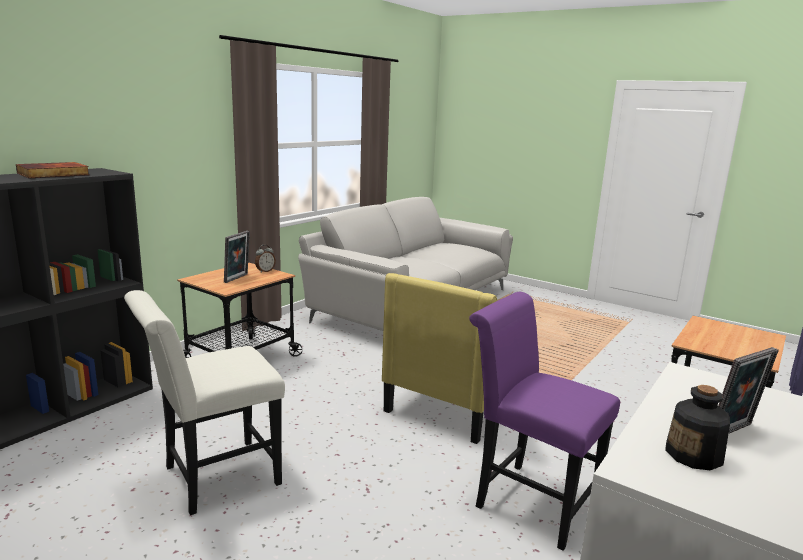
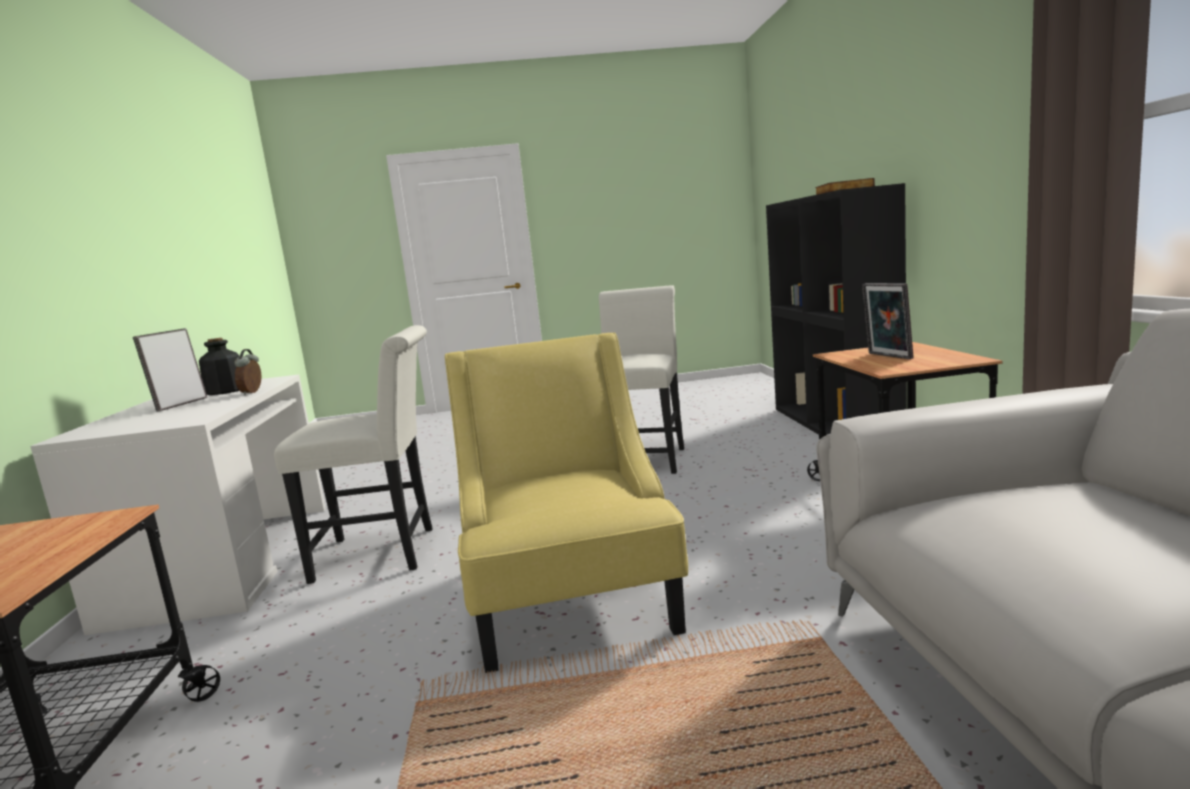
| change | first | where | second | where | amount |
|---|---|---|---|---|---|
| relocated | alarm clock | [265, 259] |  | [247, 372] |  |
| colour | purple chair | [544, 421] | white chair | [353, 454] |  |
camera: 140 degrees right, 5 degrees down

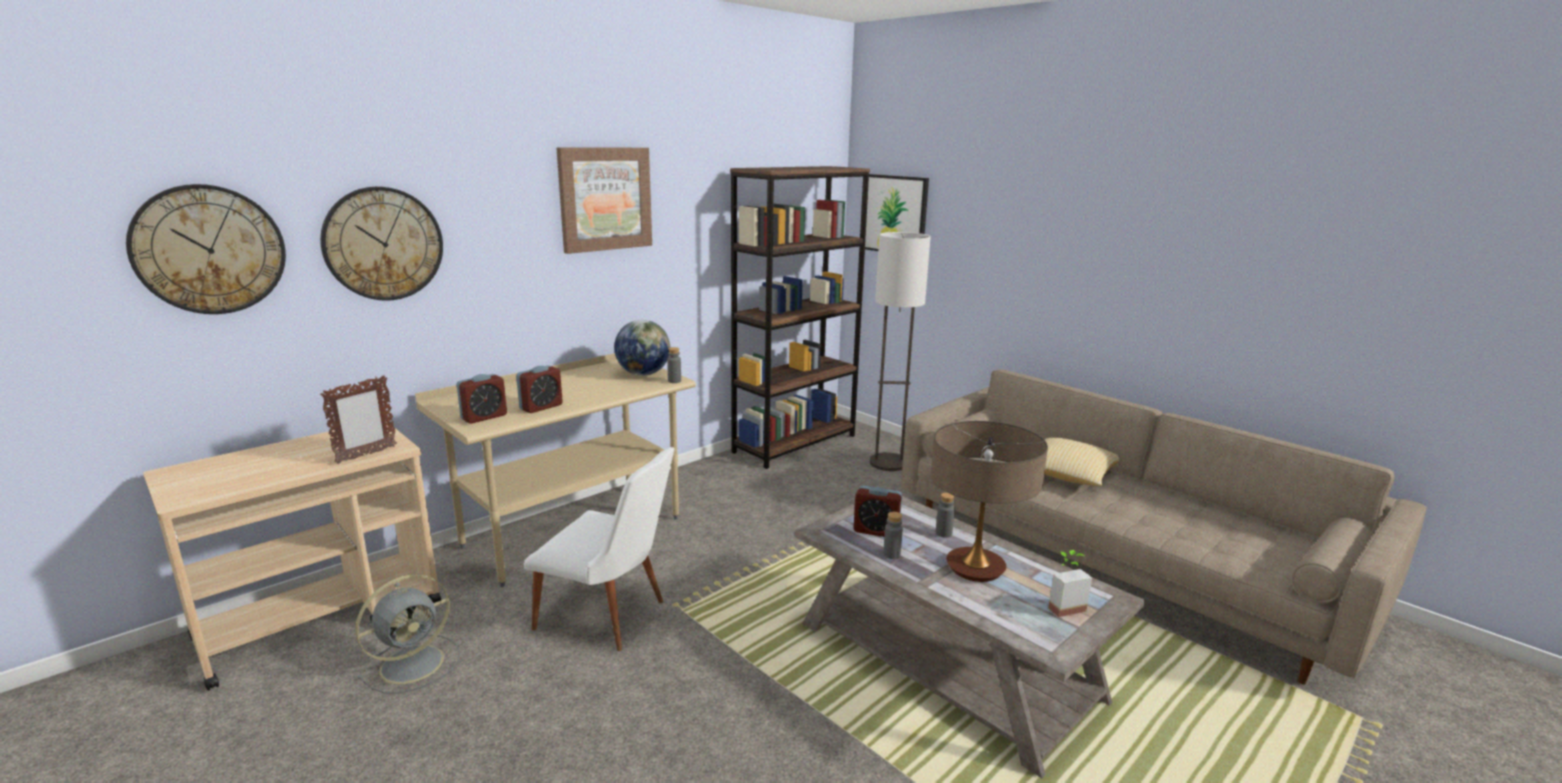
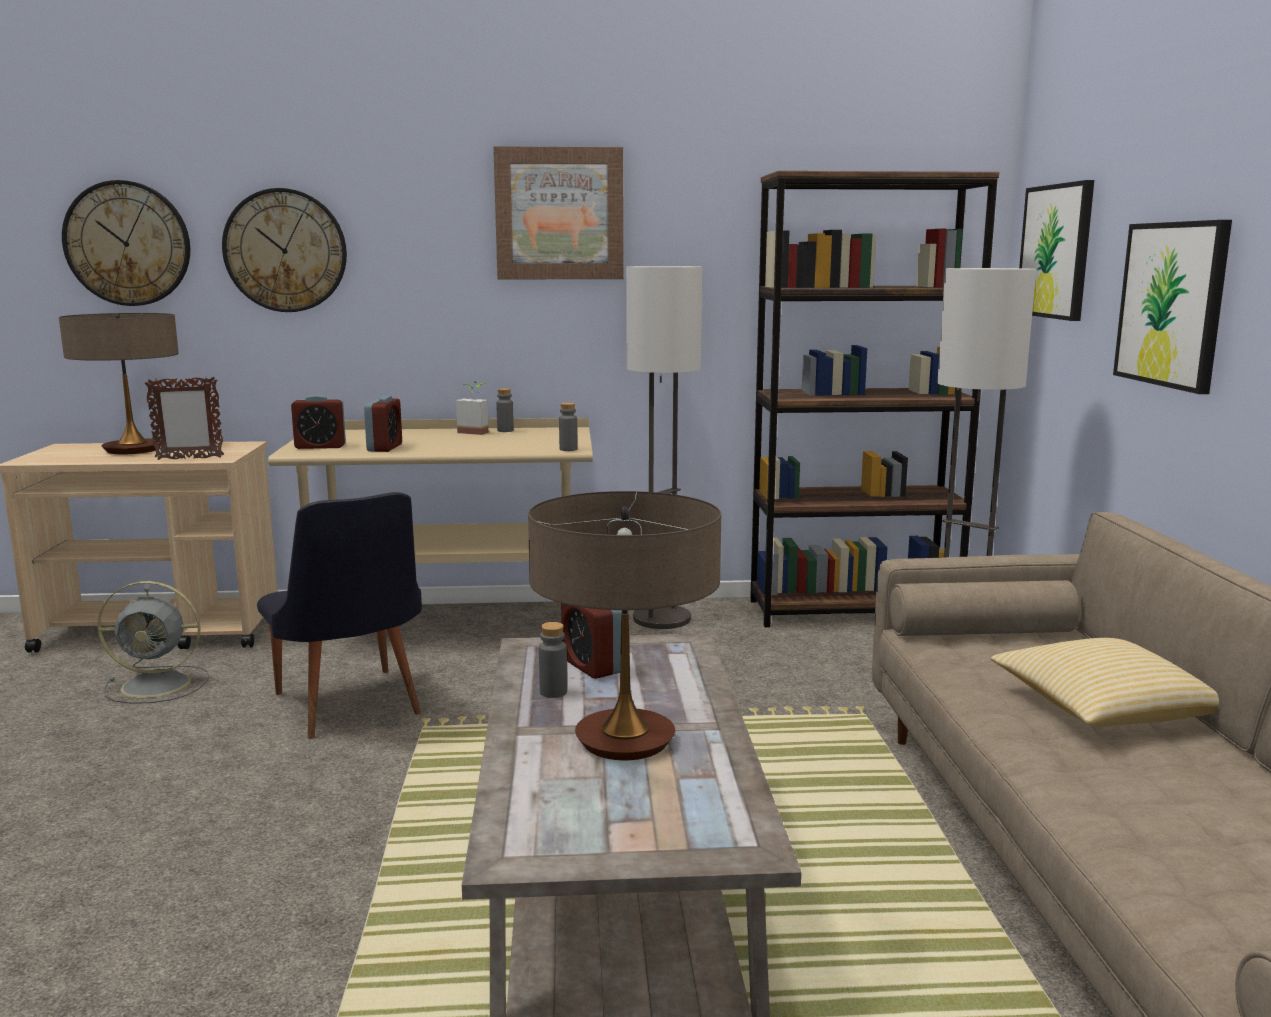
| change | first | where | second | where | amount |
|---|---|---|---|---|---|
| missing | globe | [642, 348] |  |  |  |
| spun | alarm clock | [539, 389] |  | [383, 424] | 75 degrees counterclockwise |
| colour | white chair | [599, 549] | black chair | [339, 615] |  |
| relocated | grey bottle | [945, 515] |  | [505, 410] |  |
| relocated | potted plant | [1070, 583] |  | [472, 408] |  |
| appeared |  |  | picture | [1172, 307] |  |
| appeared |  |  | floor lamp | [664, 447] |  |
| appeared |  |  | table lamp | [119, 383] |  |
camera: 40 degrees right, 5 degrees down

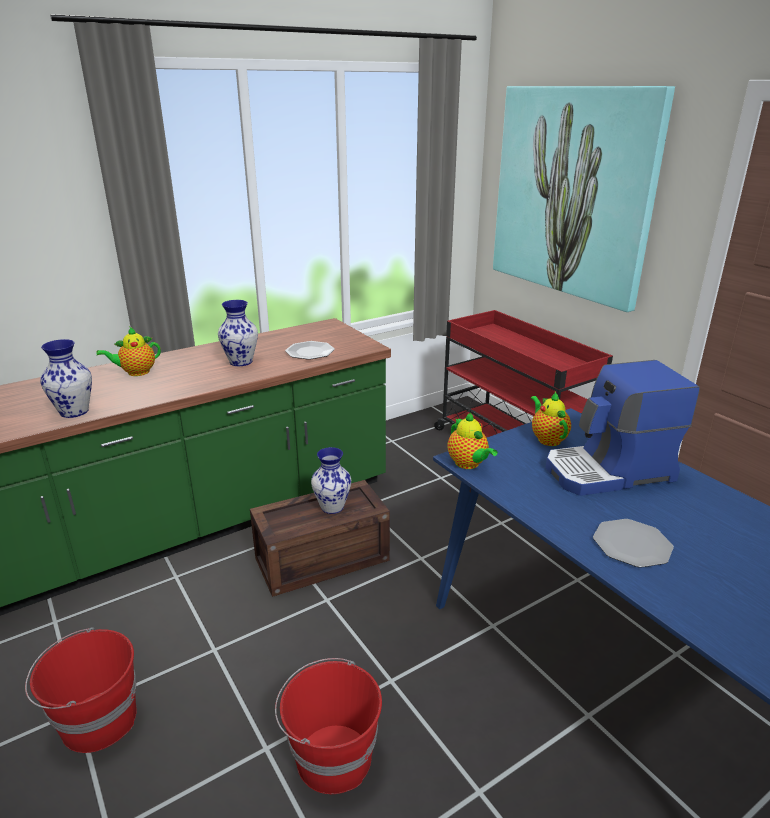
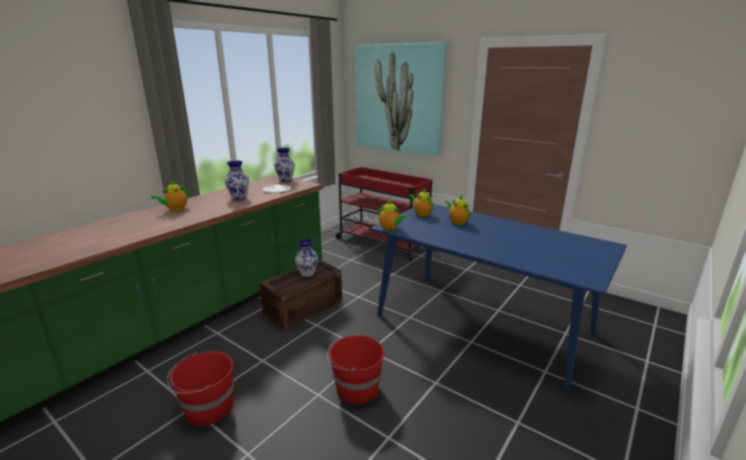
| change | first | where | second | where | amount |
|---|---|---|---|---|---|
| relocated | vase | [66, 378] |  | [284, 165] |  |
| exchanged | coffee machine | [623, 428] | teapot | [458, 210] |  |
| missing | plate | [633, 543] |  |  |  |
camera: 20 degrees left, 5 degrees down

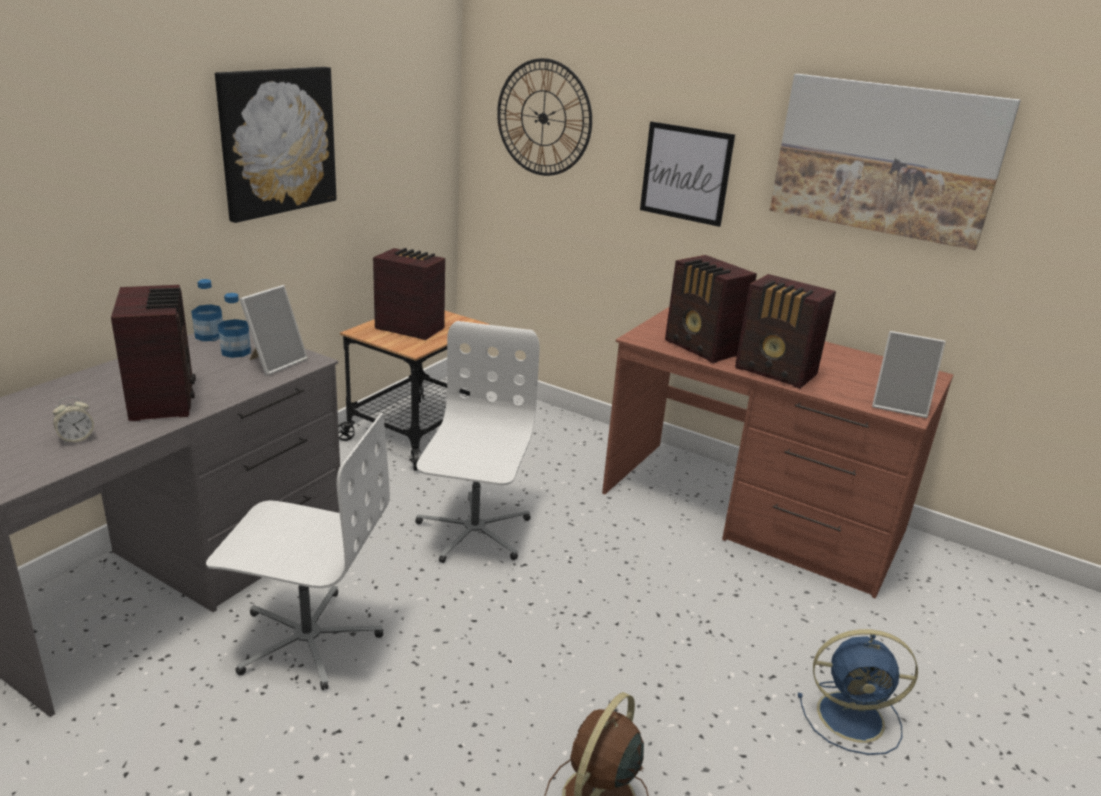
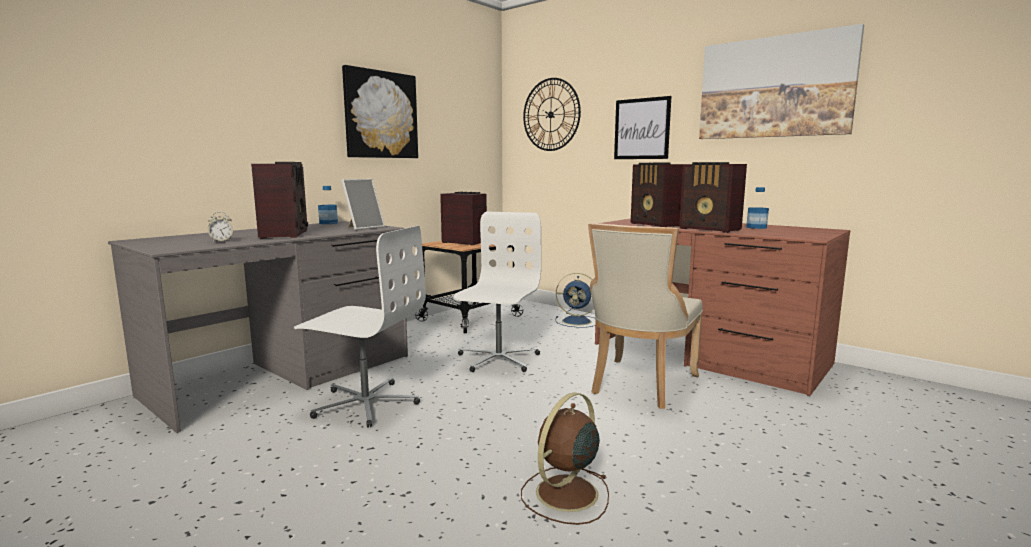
| change | first | where | second | where | amount |
|---|---|---|---|---|---|
| relocated | bottle | [234, 325] |  | [757, 208] |  |
| missing | picture frame | [909, 374] |  |  |  |
| relocated | blue fan | [858, 692] |  | [575, 300] |  |
| appeared |  |  | beige chair | [645, 316] |  |
camera: 10 degrees right, 15 degrees down

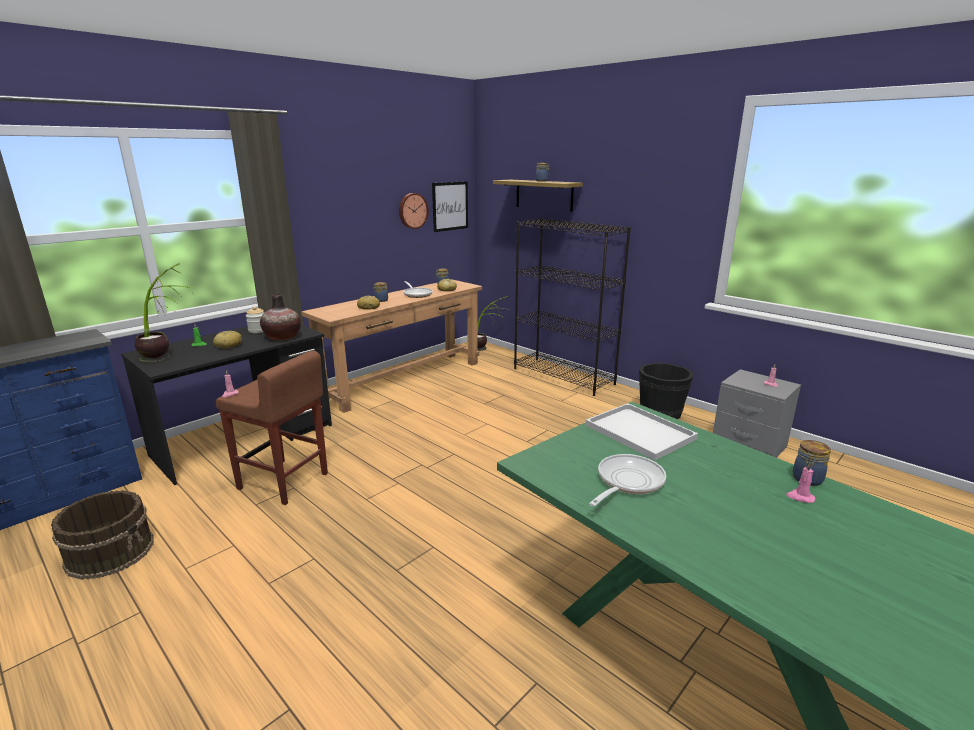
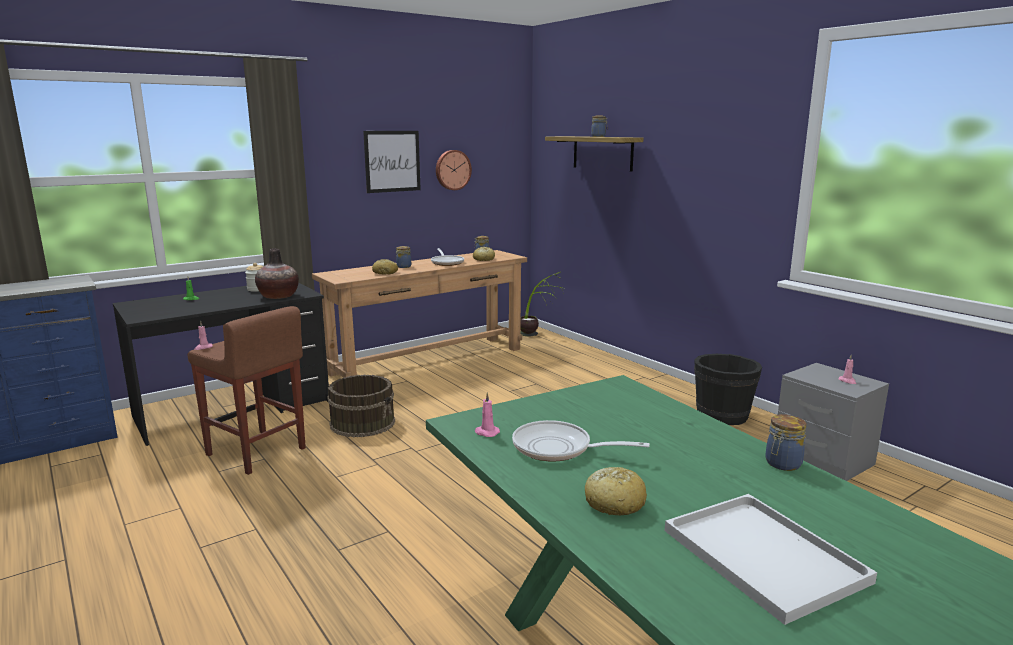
| change | first | where | second | where | amount |
|---|---|---|---|---|---|
| relocated | picture | [450, 206] |  | [392, 162] |  |
| missing | black bookcase | [572, 307] |  |  |  |
| missing | potted plant | [164, 313] |  |  |  |
| relocated | bread | [227, 339] |  | [616, 491] |  |
| relocated | white tray | [641, 431] |  | [771, 559] |  |
| spun | frying pan | [627, 480] |  | [581, 440] | 120 degrees counterclockwise |
| relocated | pink candle | [800, 483] |  | [487, 414] |  |
| relocated | brown bucket | [102, 535] |  | [361, 406] |  |
camera: 10 degrees right, 5 degrees down

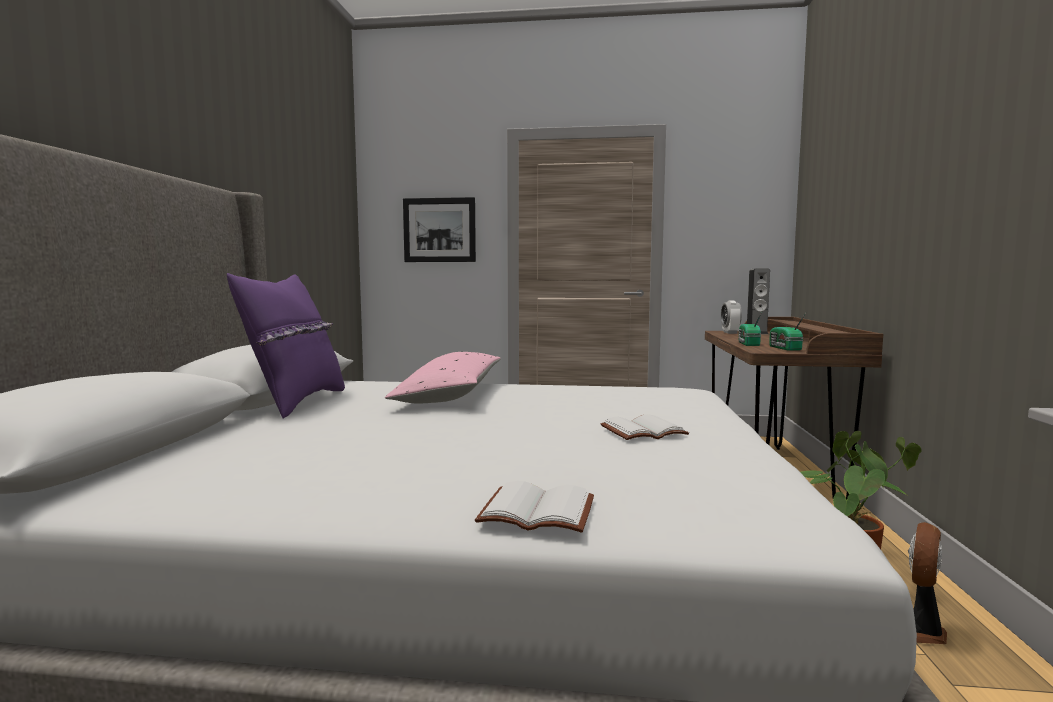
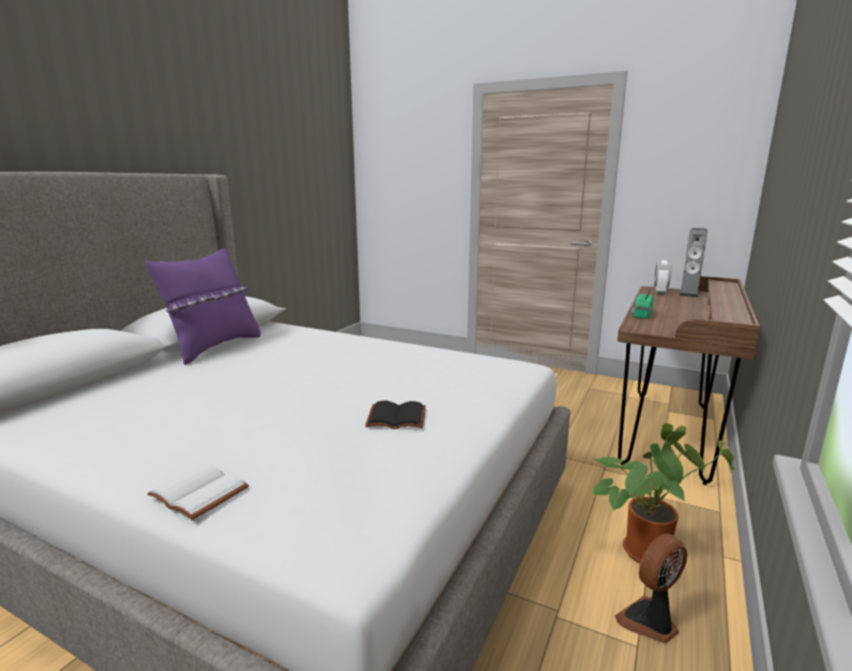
| change | first | where | second | where | amount |
|---|---|---|---|---|---|
| missing | picture | [439, 229] |  |  |  |
| missing | radio | [788, 331] |  |  |  |
| missing | pink pillow | [443, 378] |  |  |  |
| colour | white book | [645, 427] | black book | [395, 415] |  |
camera: 20 degrees right, 10 degrees up

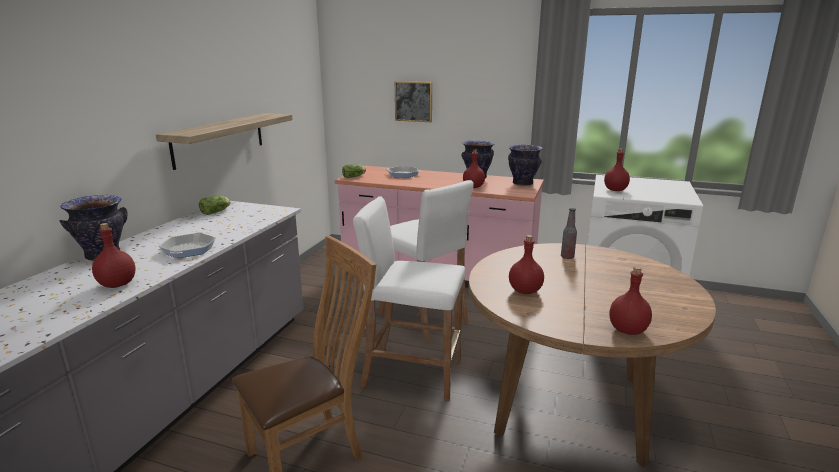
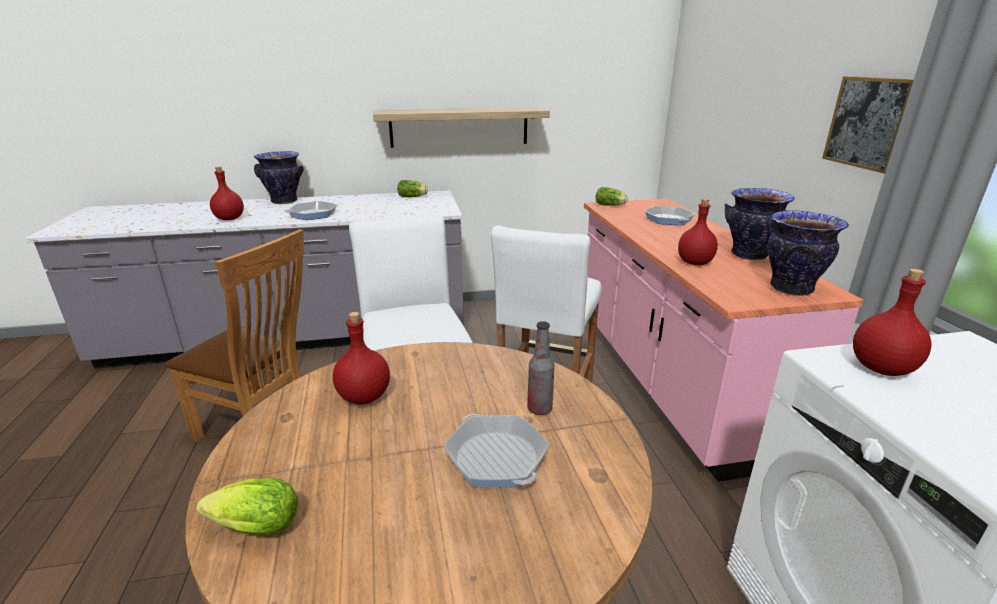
| change | first | where | second | where | amount |
|---|---|---|---|---|---|
| relocated | picture | [413, 101] |  | [868, 125] |  |
| exchanged | red bottle | [630, 300] | lettuce | [247, 506] |  |
| appeared |  |  | frying pan | [496, 451] |  |
camera: 60 degrees right, 5 degrees up

